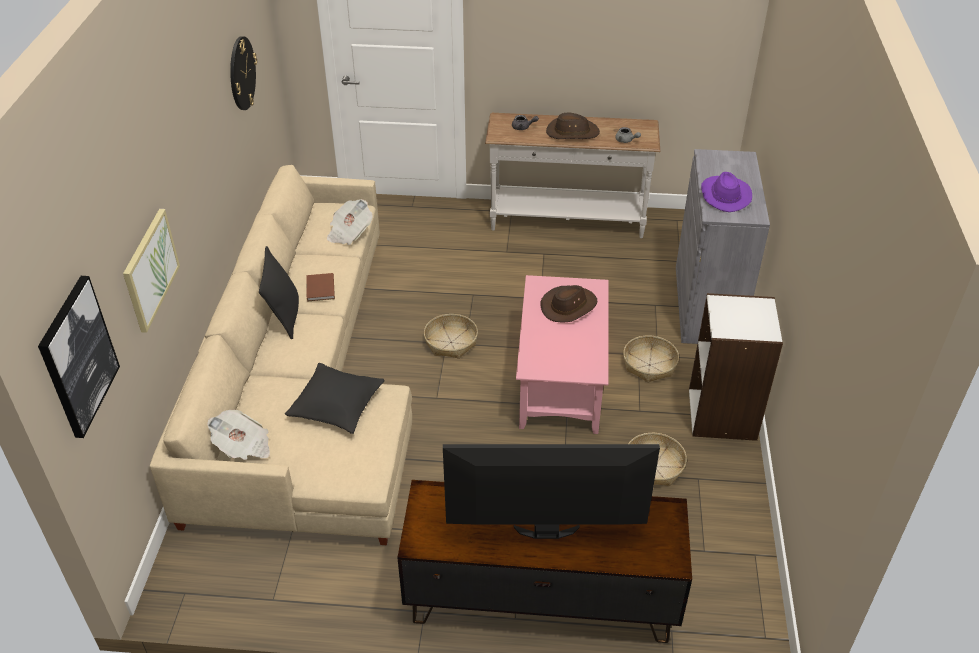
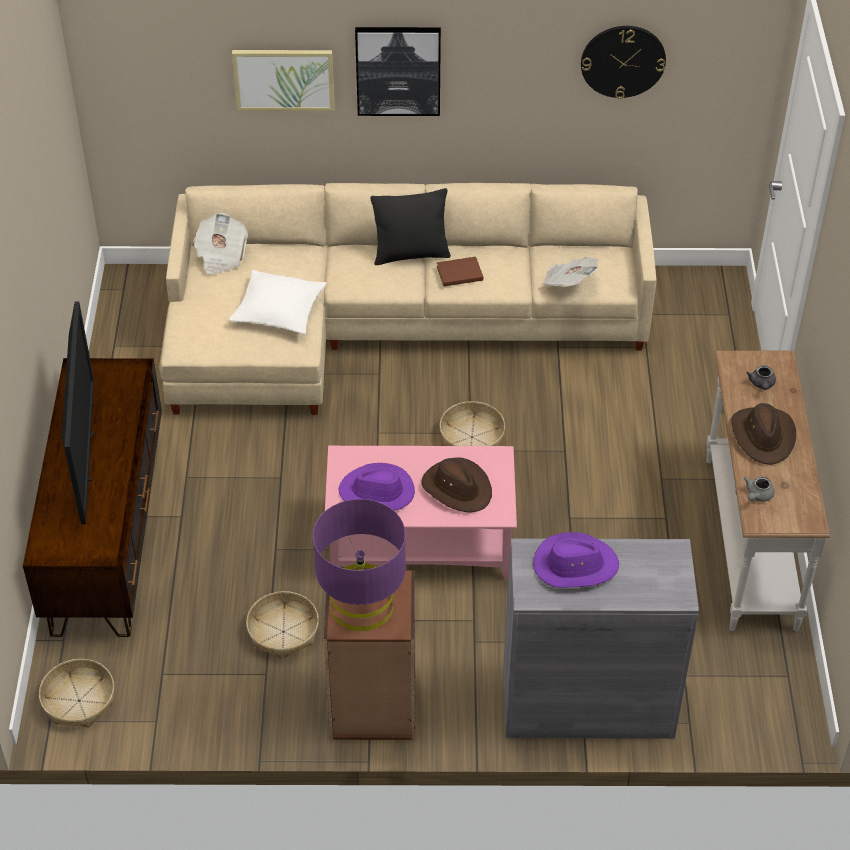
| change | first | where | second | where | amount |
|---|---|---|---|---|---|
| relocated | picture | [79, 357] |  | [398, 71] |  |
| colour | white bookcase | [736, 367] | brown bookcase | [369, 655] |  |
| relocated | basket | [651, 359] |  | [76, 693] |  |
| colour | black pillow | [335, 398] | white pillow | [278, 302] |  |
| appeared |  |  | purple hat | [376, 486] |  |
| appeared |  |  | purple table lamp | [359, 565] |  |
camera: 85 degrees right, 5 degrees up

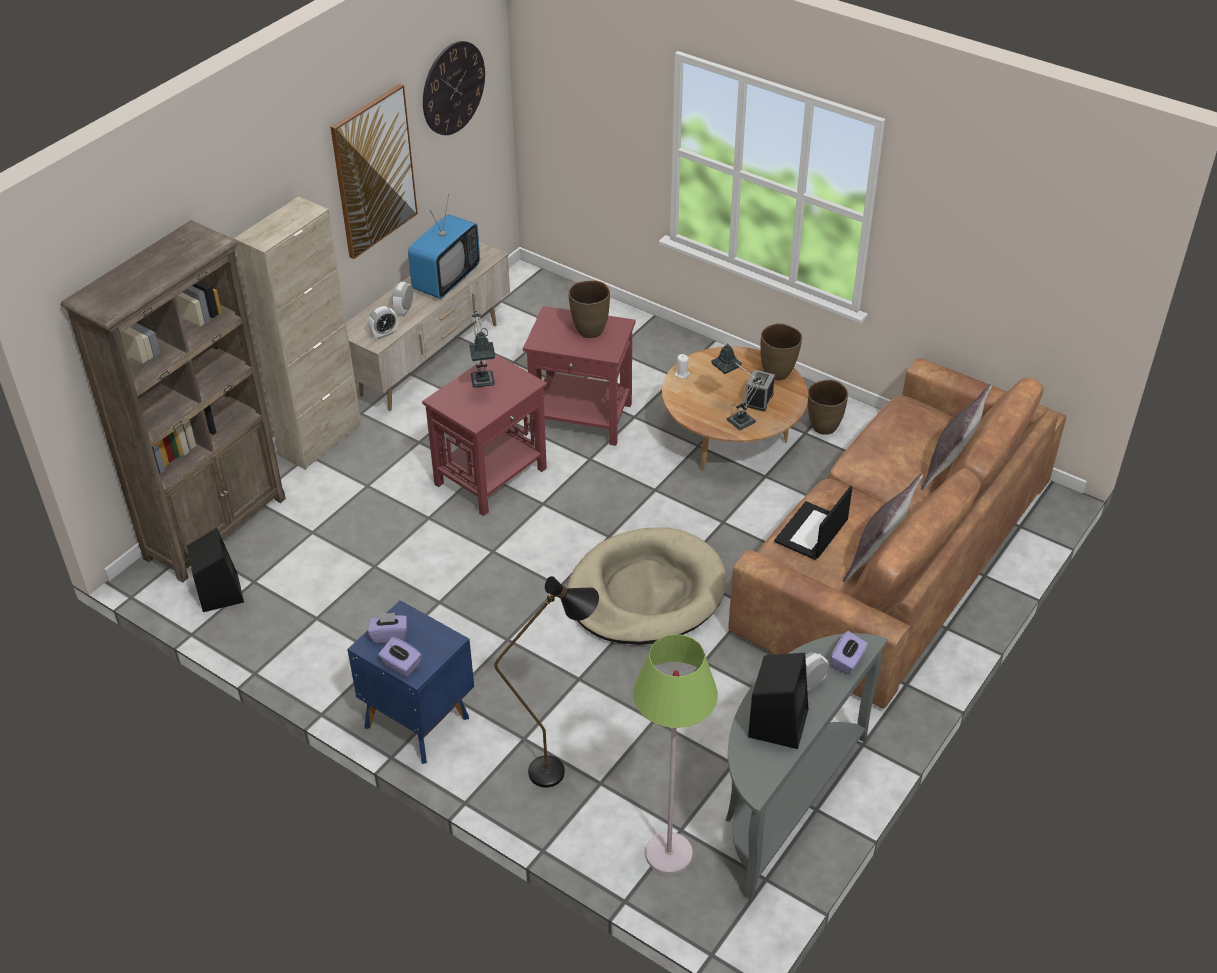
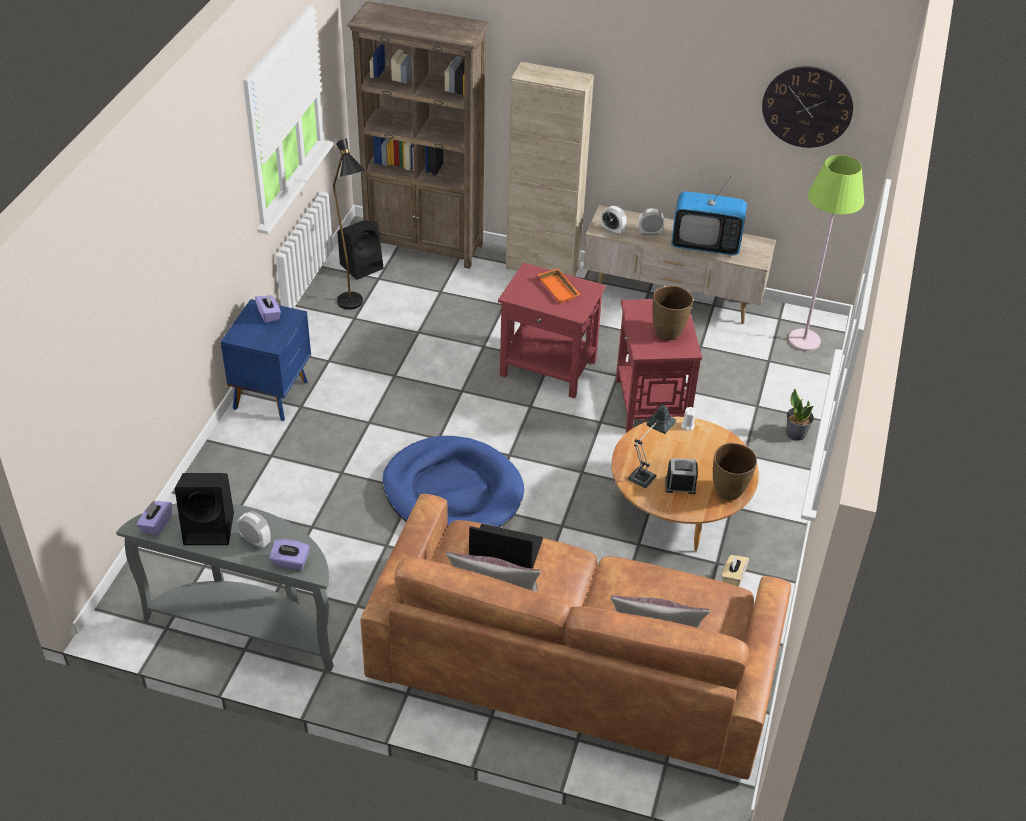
| change | first | where | second | where | amount |
|---|---|---|---|---|---|
| missing | picture | [374, 171] |  |  |  |
| exchanged | table lamp | [482, 349] | orange tray | [559, 286] |  |
| exchanged | brown vase | [828, 407] | beige tissue box | [735, 570] |  |
| colour | beige dog bed | [647, 586] | blue dog bed | [453, 481] |  |
| relocated | black floor lamp | [546, 682] |  | [349, 224] |  |
| relocated | green floor lamp | [675, 754] |  | [826, 253] |  |
| relocated | purple tissue box | [400, 657] |  | [154, 518] |  |
| appeared |  |  | potted plant | [800, 415] |  |
camera: 70 degrees right, 0 degrees up

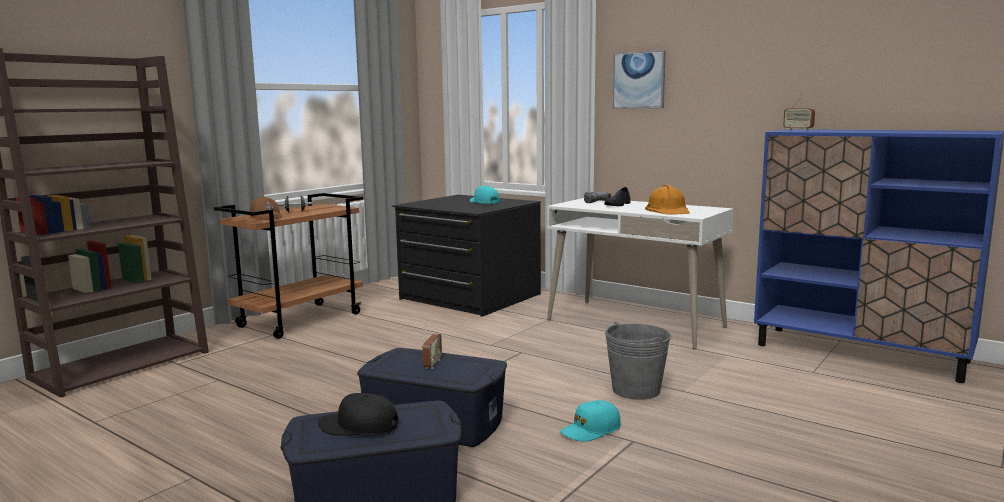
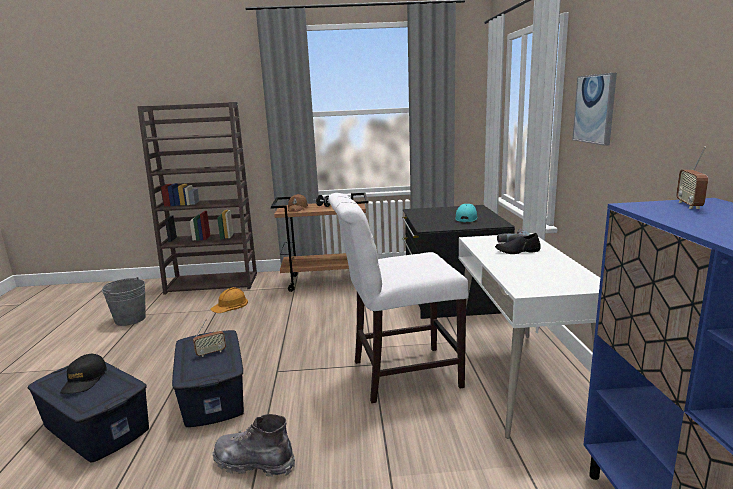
| change | first | where | second | where | amount |
|---|---|---|---|---|---|
| relocated | orange hard hat | [667, 199] |  | [229, 300] |  |
| relocated | grey bucket | [638, 360] |  | [124, 301] |  |
| spun | black cap | [358, 414] |  | [83, 374] | 150 degrees counterclockwise |
| exchanged | turquoise cap | [590, 421] | grey boot | [253, 445] |  |
| appeared |  |  | white chair | [398, 298] |  |
camera: 50 degrees right, 5 degrees up

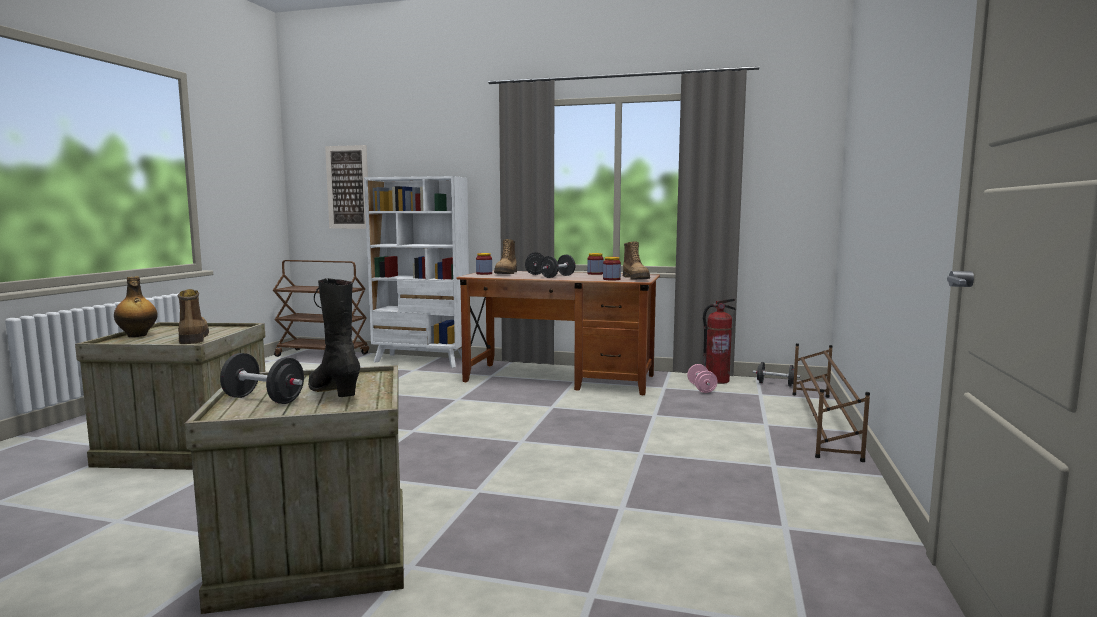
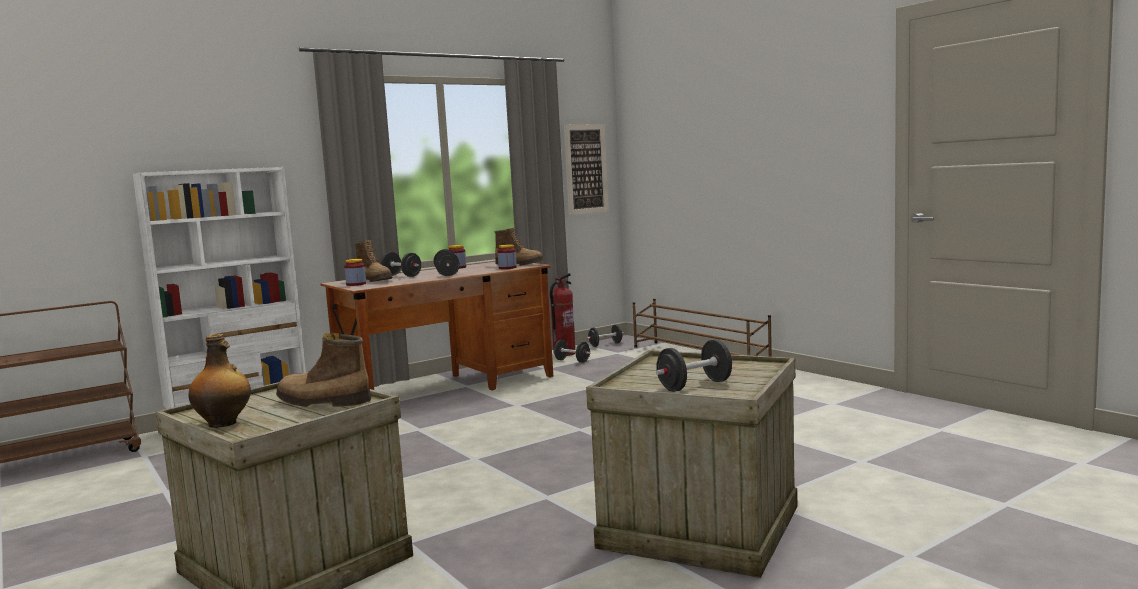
| change | first | where | second | where | amount |
|---|---|---|---|---|---|
| relocated | picture | [346, 187] |  | [586, 169] |  |
| missing | black boot | [334, 337] |  |  |  |
| colour | pink dumbbell | [702, 378] | black dumbbell | [572, 351] |  |
camera: 50 degrees left, 0 degrees up

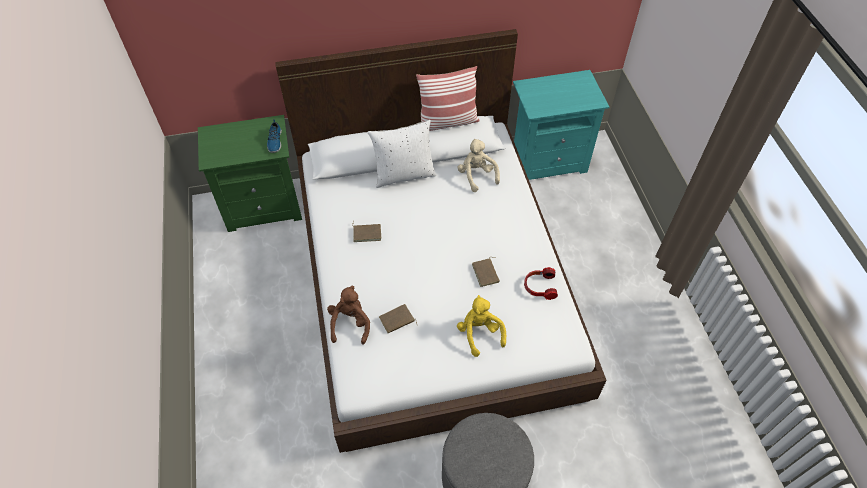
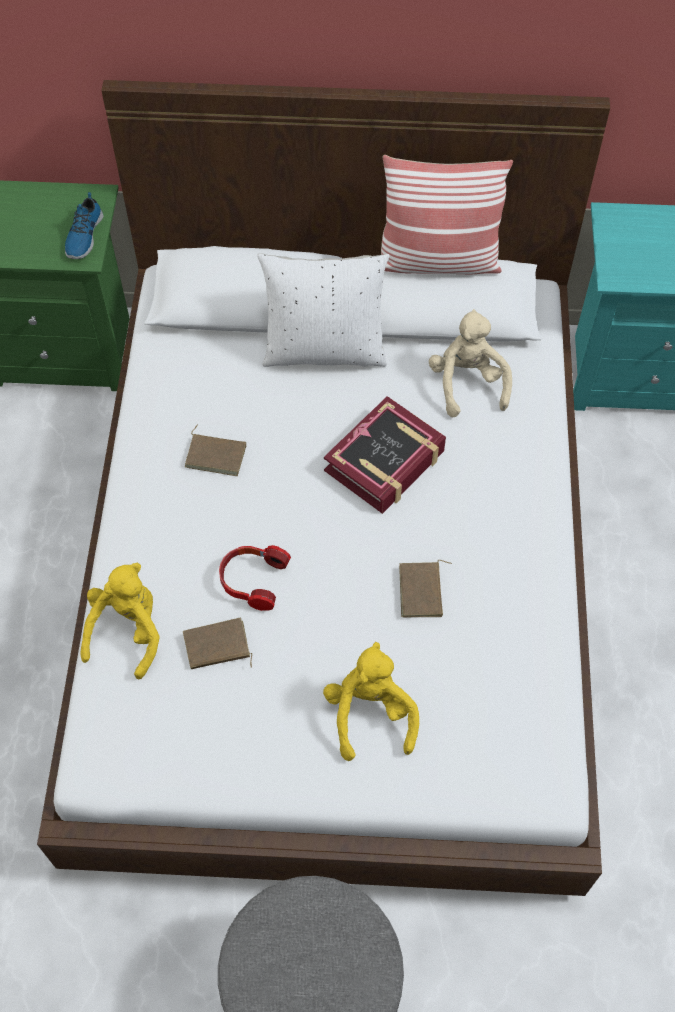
| change | first | where | second | where | amount |
|---|---|---|---|---|---|
| relocated | headphones | [541, 283] |  | [255, 578] |  |
| colour | brown plush toy | [348, 314] | yellow plush toy | [120, 621] |  |
| appeared |  |  | book | [385, 455] |  |
camera: 15 degrees right, 5 degrees up

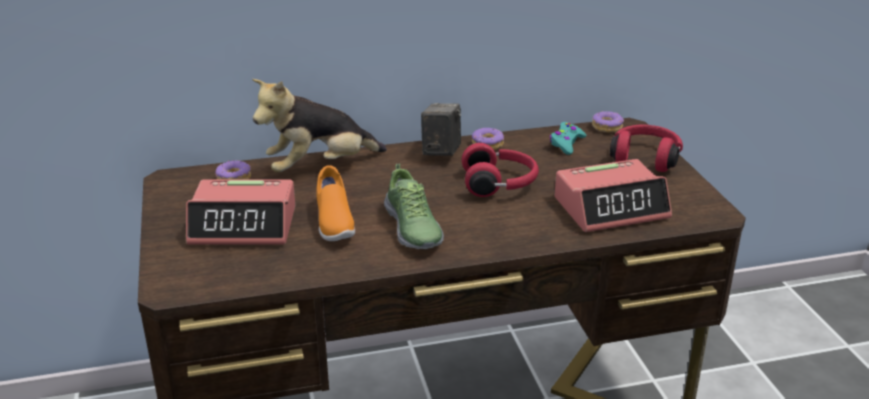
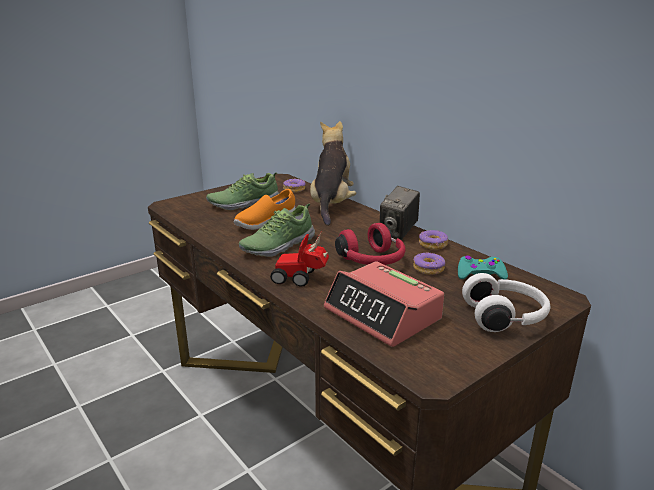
| change | first | where | second | where | amount |
|---|---|---|---|---|---|
| spun | plush toy | [319, 125] |  | [333, 173] | 60 degrees clockwise |
| spun | photo camera | [441, 129] |  | [400, 213] | 135 degrees clockwise |
| relocated | donut | [608, 122] |  | [429, 263] |  |
| colour | red headphones | [646, 148] | white headphones | [506, 302] |  |
| exchanged | alarm clock | [240, 212] | shoe | [242, 191] |  |
| appeared |  |  | toy car | [299, 260] |  |
camera: 65 degrees right, 5 degrees down

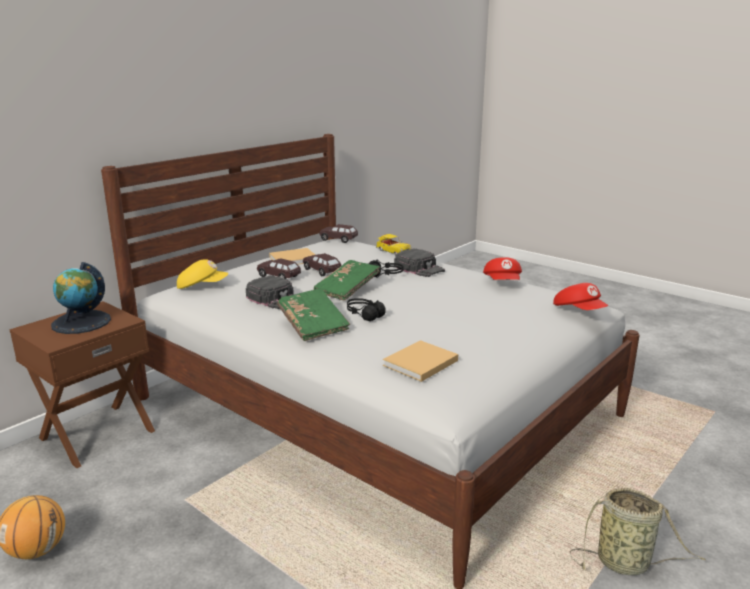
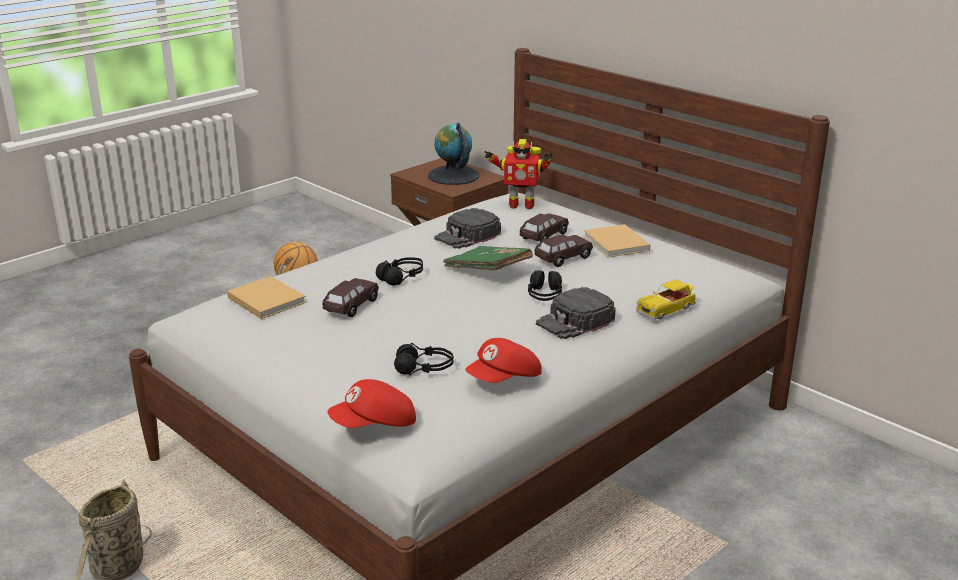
| change | first | where | second | where | amount |
|---|---|---|---|---|---|
| relocated | brown toy car | [338, 233] |  | [350, 297] |  |
| spun | red cap | [502, 268] |  | [503, 360] | 45 degrees counterclockwise |
| exchanged | yellow cap | [202, 274] | toy robot | [518, 174] |  |
| missing | green book | [313, 314] |  |  |  |
| appeared |  |  | black headphones | [424, 359] |  |
camera: 95 degrees right, 5 degrees up

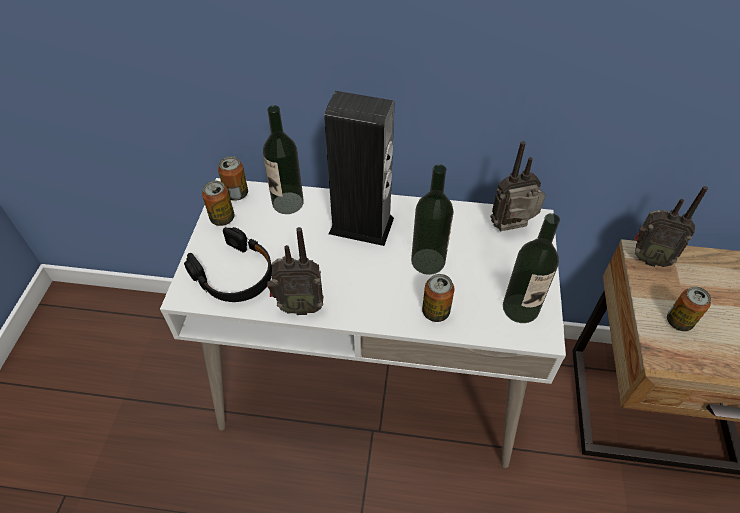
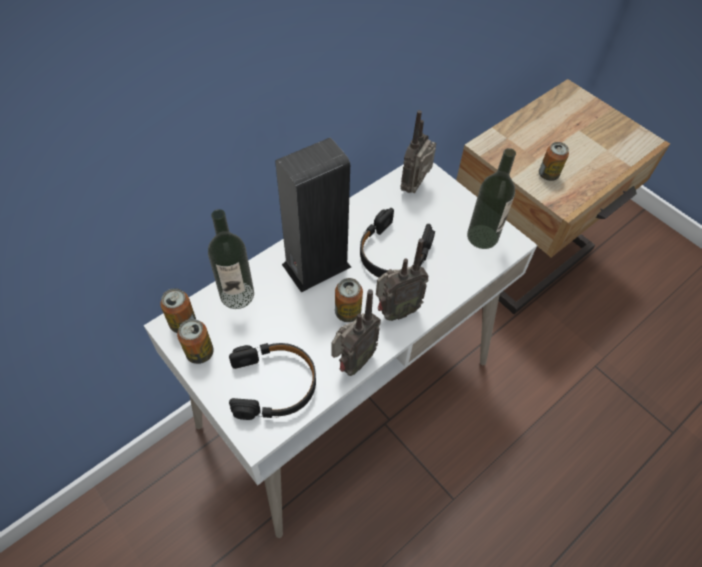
| change | first | where | second | where | amount |
|---|---|---|---|---|---|
| exchanged | bottle | [432, 219] | black headphones | [397, 242] |  |
| relocated | radio | [671, 226] |  | [402, 279] |  |
| relocated | can | [438, 298] |  | [349, 300] |  |
camera: 50 degrees left, 5 degrees up

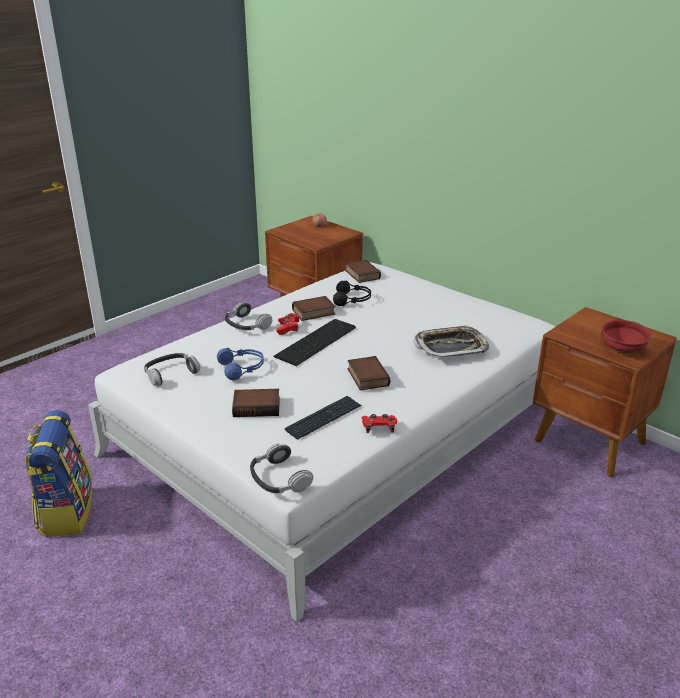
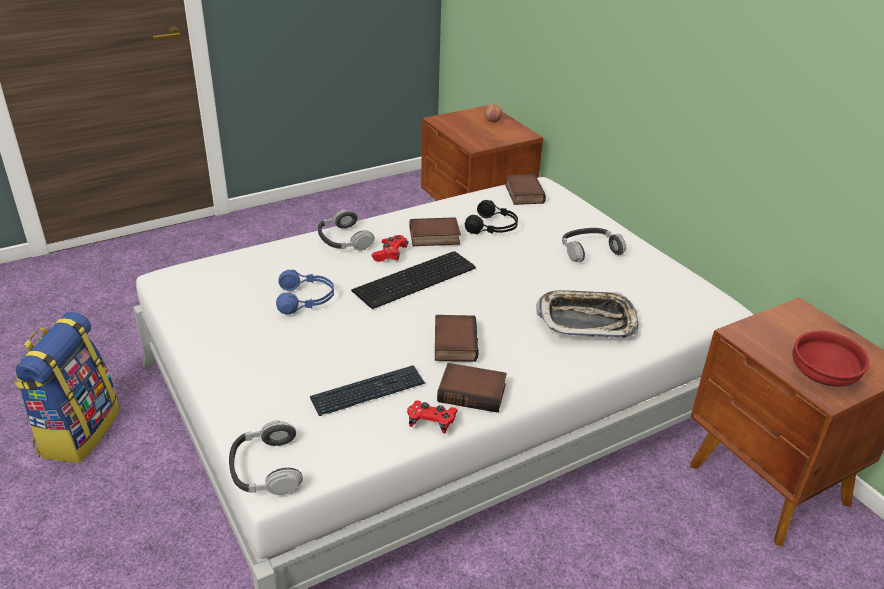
| change | first | where | second | where | amount |
|---|---|---|---|---|---|
| relocated | headphones | [172, 369] |  | [594, 245] |  |
| relocated | book | [256, 403] |  | [472, 388] |  |
camera: 15 degrees right, 5 degrees up

